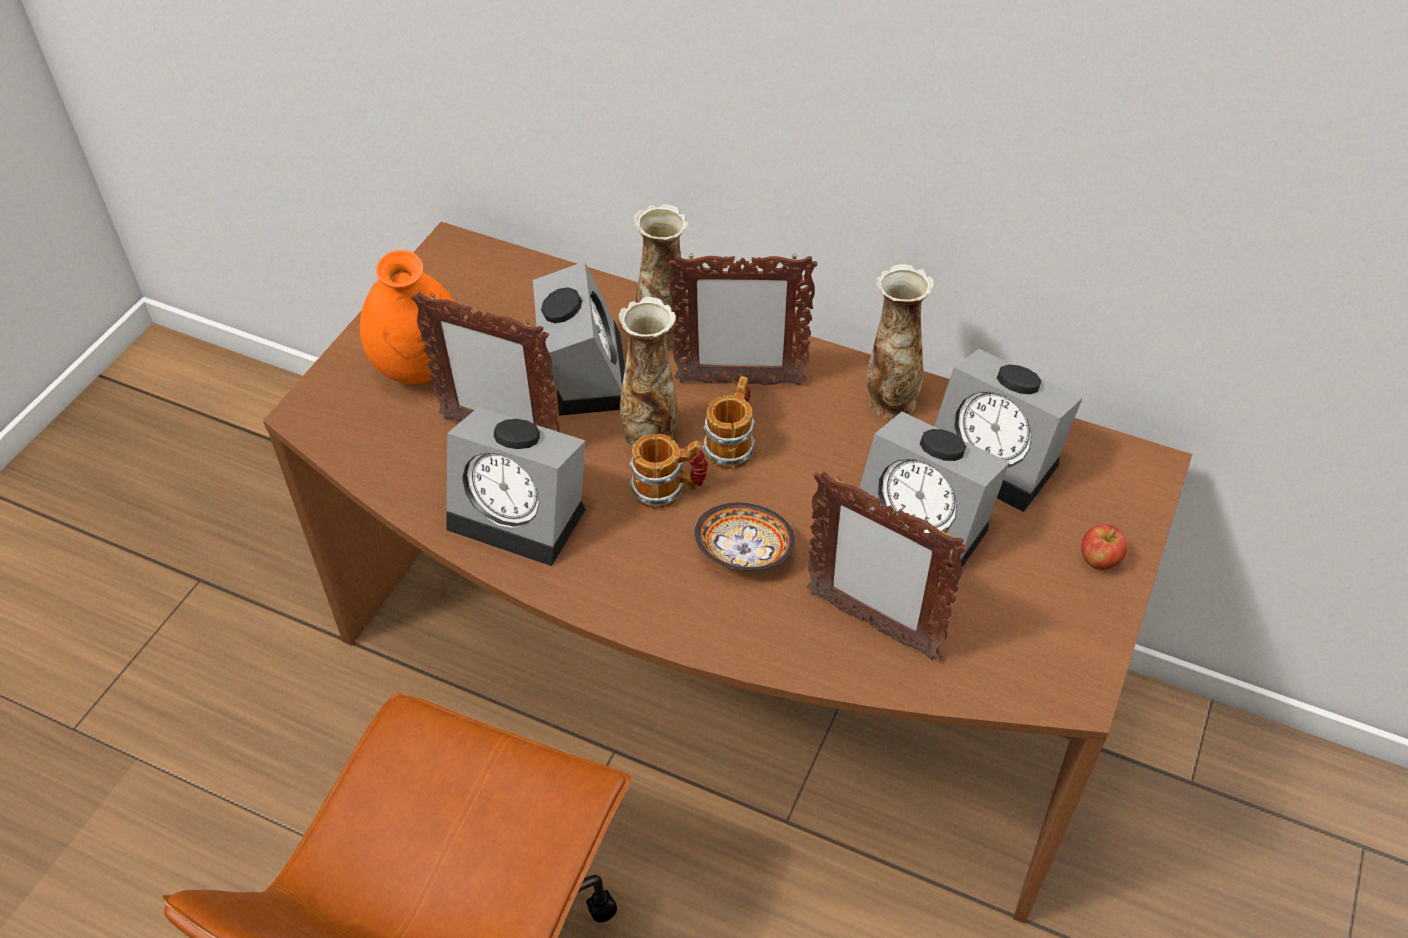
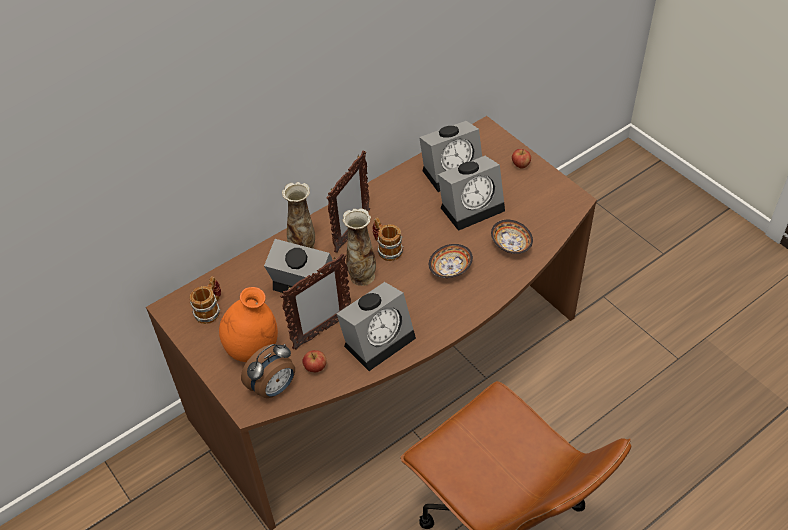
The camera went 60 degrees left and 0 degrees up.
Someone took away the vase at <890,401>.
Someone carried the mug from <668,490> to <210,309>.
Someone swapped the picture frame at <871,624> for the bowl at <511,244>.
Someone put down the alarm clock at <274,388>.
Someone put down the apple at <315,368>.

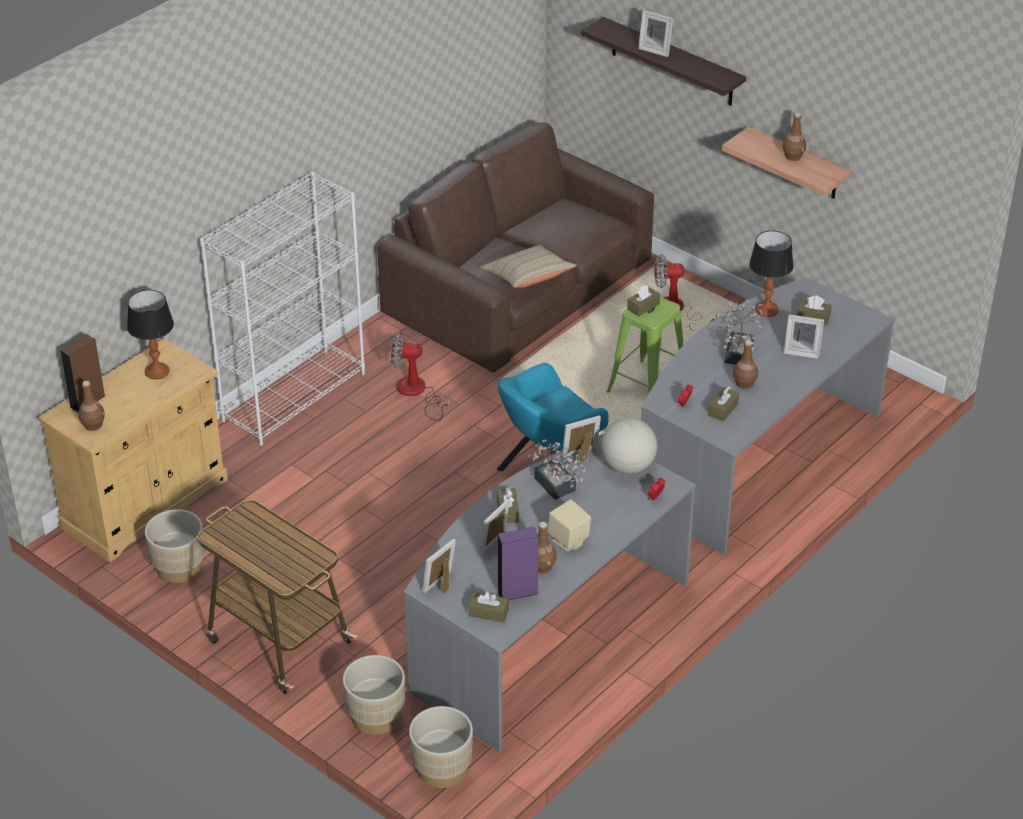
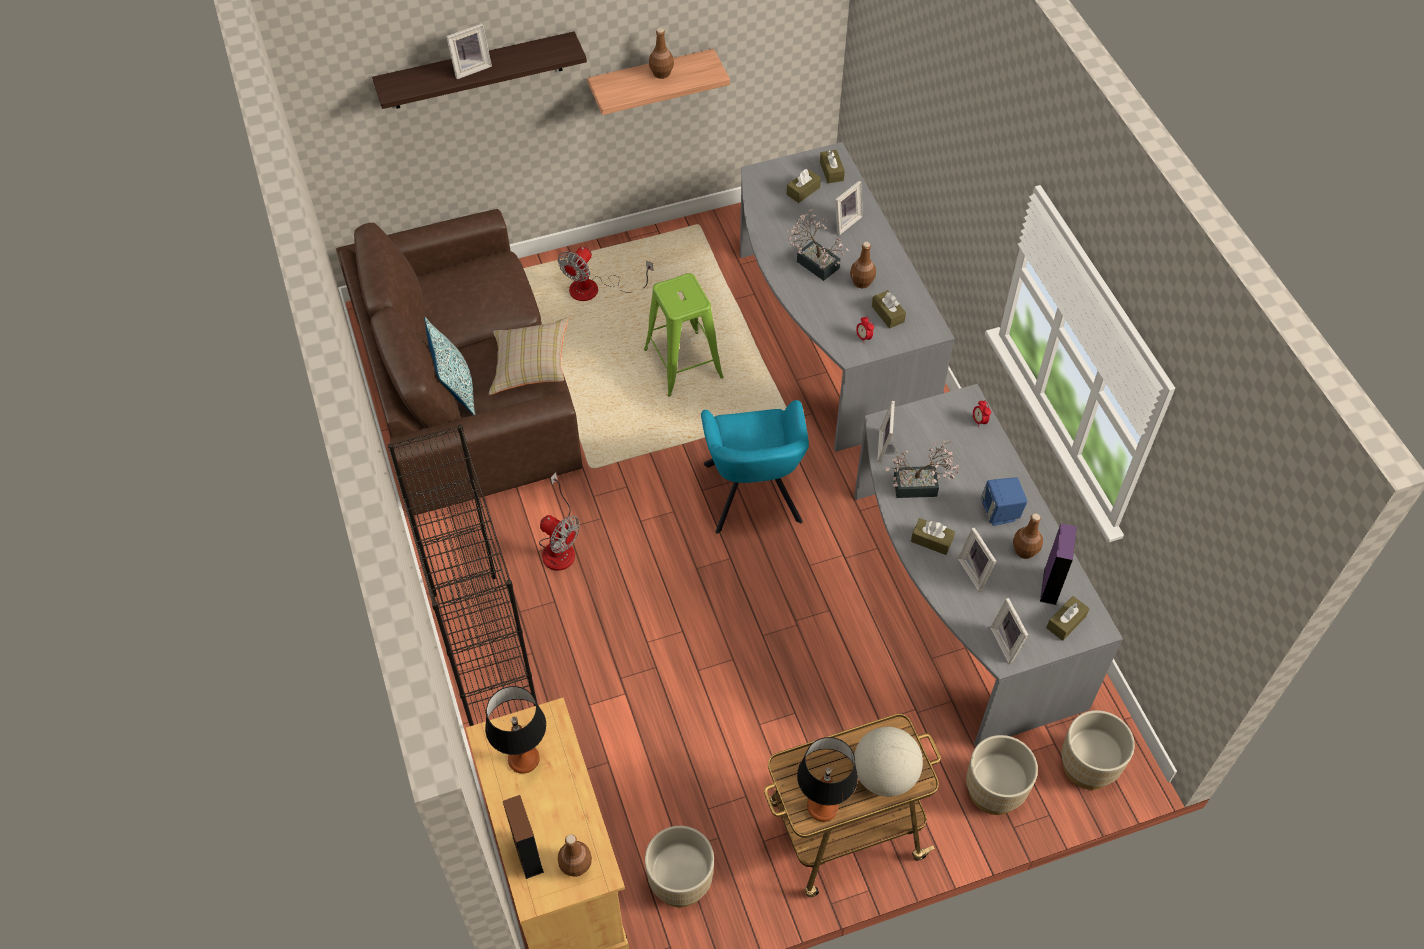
The camera went 60 degrees left and 15 degrees up.
Someone repainted the white bookcase at <294,396>, which became the black bookcase at <484,654>.
Someone carried the table lamp from <766,310> to <822,807>.
Someone carried the brown tissue box from <643,307> to <831,171>.
Someone rotated the fan at <416,393> by 90 degrees counterclockwise.
Someone carried the globe from <627,466> to <884,775>.
Someone repainted the beige speaker at <569,540>, which became the blue speaker at <1000,513>.
Someone put down the pillow at <456,389>.

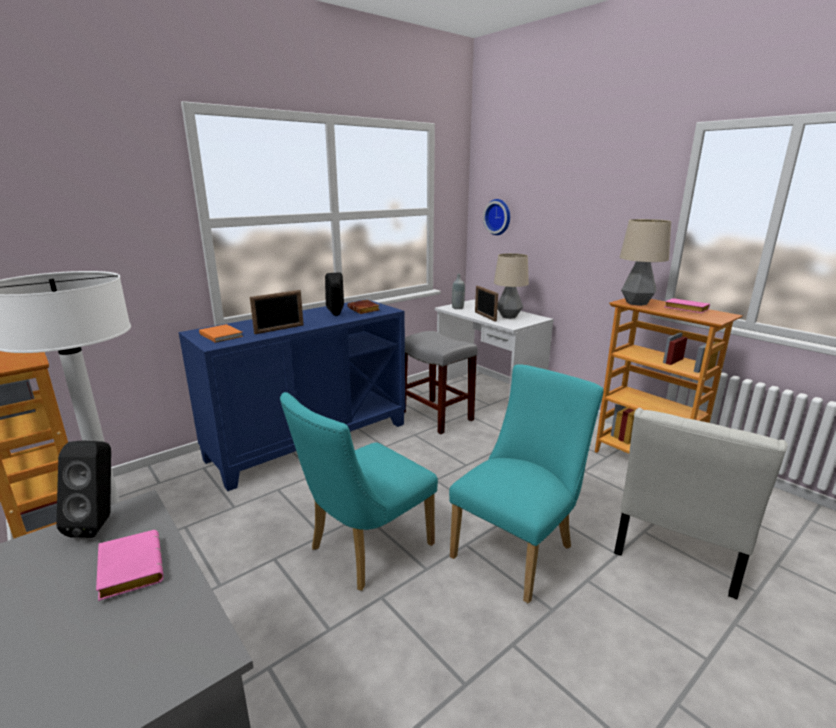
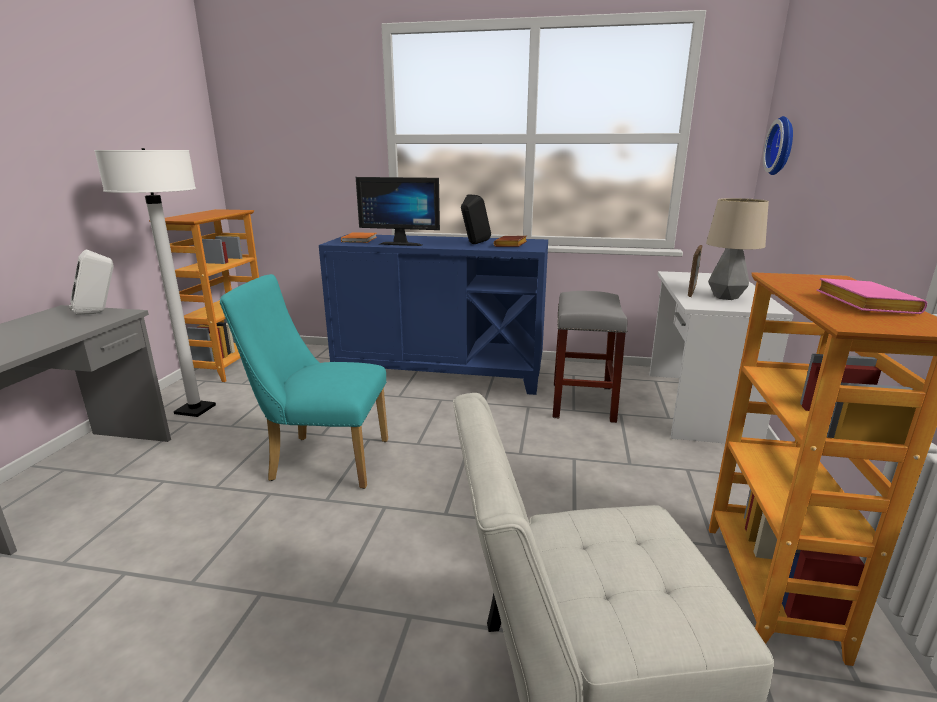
The camera went 50 degrees right and 0 degrees up.
Someone took away the table lamp at <636,303>.
Someone took away the grey bottle at <457,308>.
Someone swapped the picture frame at <279,329> for the monitor at <402,243>.
Someone took away the turquoise chair at <518,548>.
Someone repainted the black speaker at <100,523>, which became the white speaker at <98,312>.
Someone took away the pink book at <128,568>.

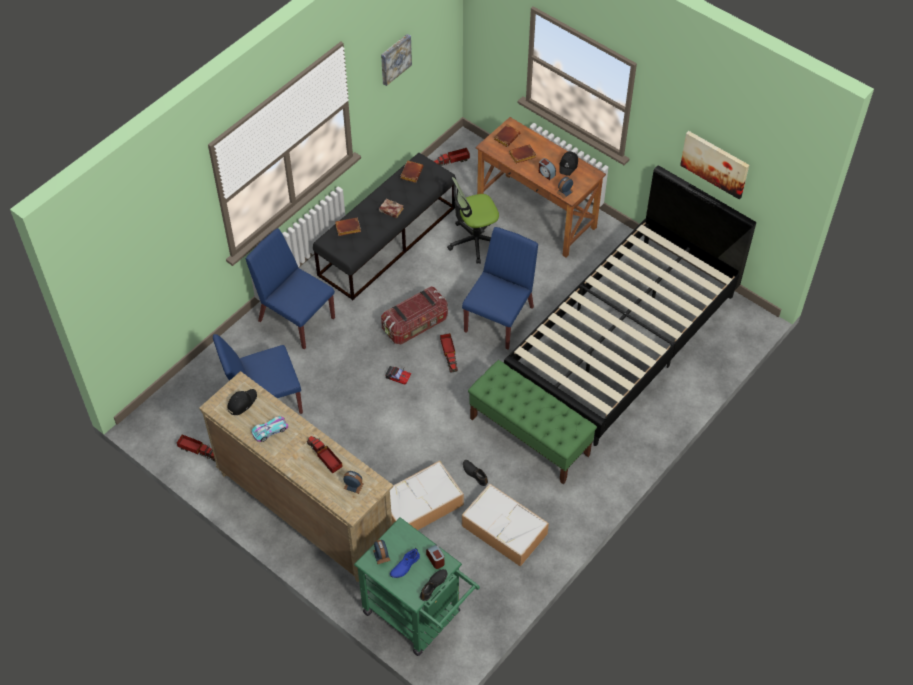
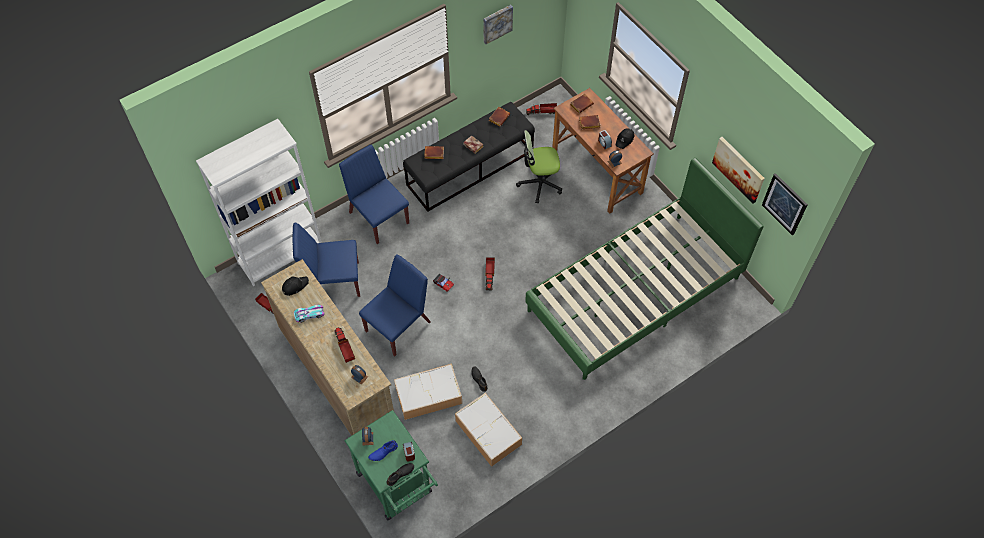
The camera went 15 degrees right and 5 degrees up.
Someone repainted the black bed at <622,339>, which became the green bed at <634,293>.
Someone carried the blue chair from <499,318> to <398,326>.
Someone took away the storage box at <416,325>.
Someone took away the green bench at <530,437>.
Someone put down the white bookcase at <280,255>.
Someone put up the picture at <784,204>.

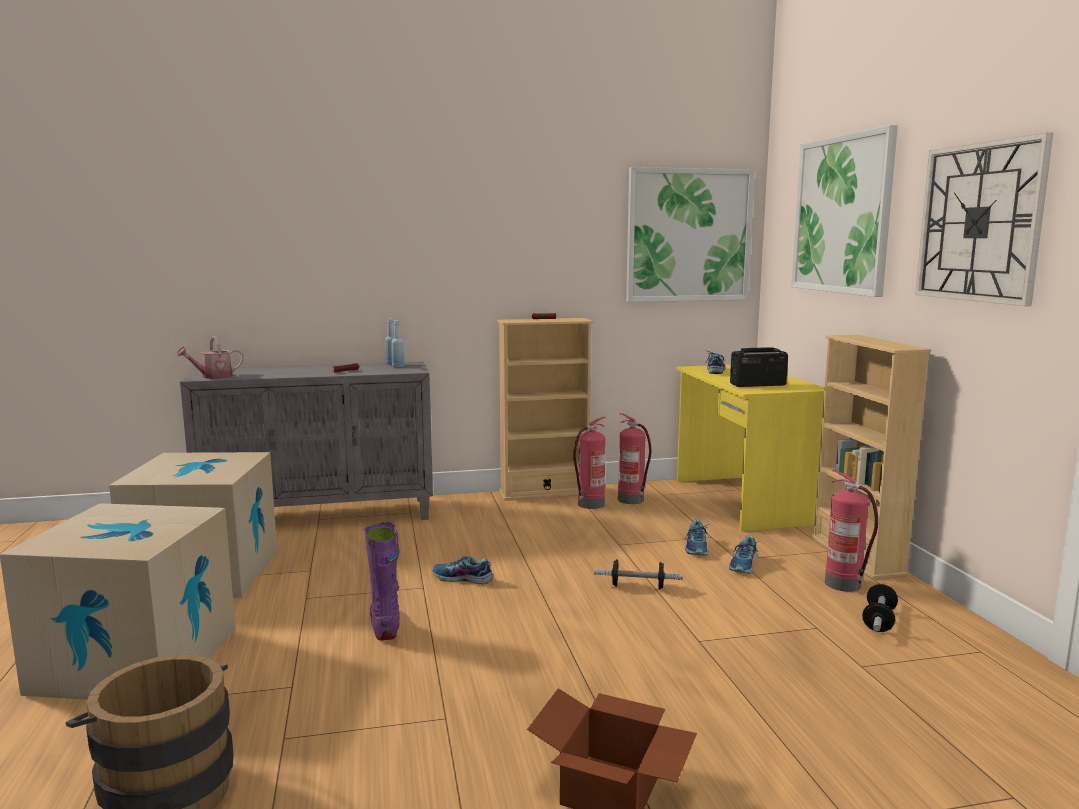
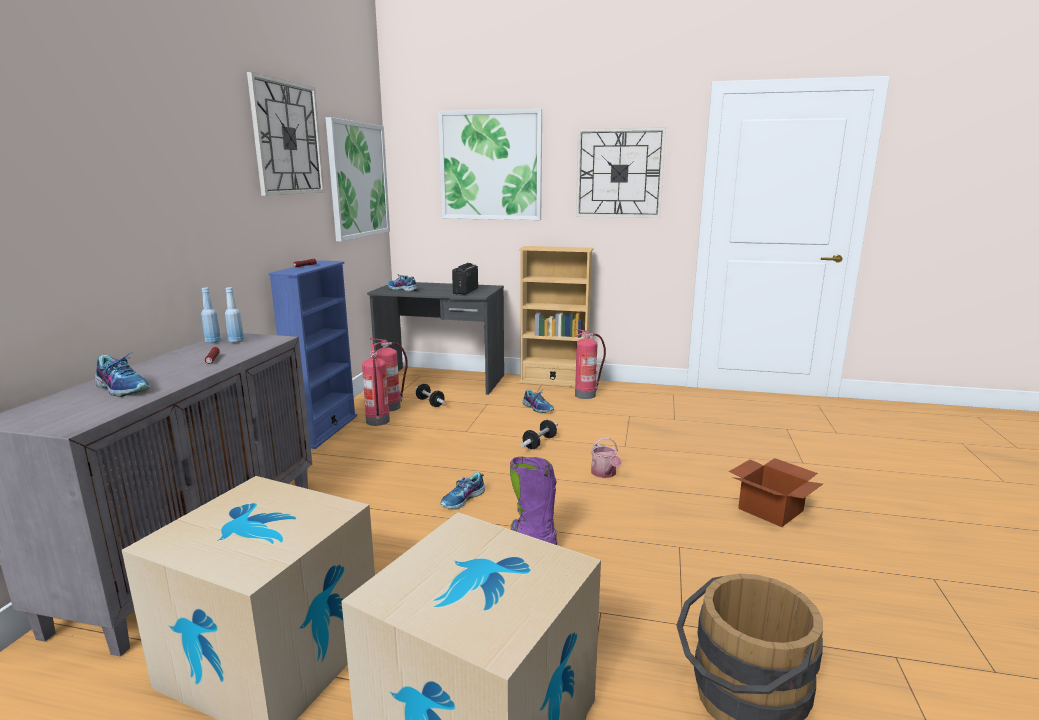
The camera went 65 degrees left and 5 degrees up.
Someone repainted the beige bookcase at <544,493>, which became the blue bookcase at <324,430>.
Someone carried the watering can from <213,377> to <605,474>.
Someone repainted the yellow desk at <741,501>, which became the grey desk at <441,381>.
Someone carried the shoe from <697,547> to <123,388>.
Someone carried the dumbbell from <879,621> to <430,403>.
Someone put up the wall clock at <287,138>.

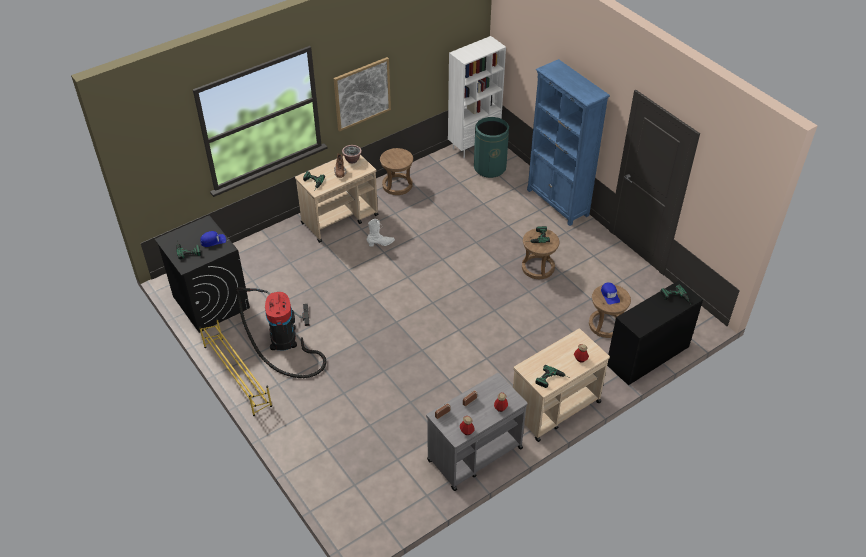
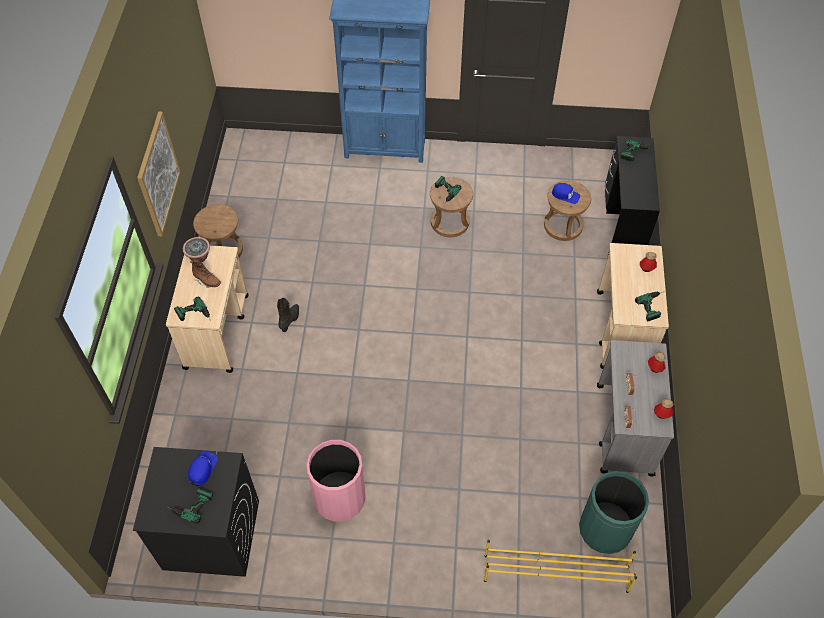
The camera went 50 degrees left and 10 degrees up.
Someone took away the white bookcase at <473,145>.
Someone carried the green trash can from <490,167> to <605,529>.
Someone repainted the white boot at <381,243>, which became the black boot at <290,320>.
Someone swapped the vacuum cleaner at <284,341> for the pink trash can at <339,498>.
Someone carried the yellow shoe rack from <237,375> to <555,573>.

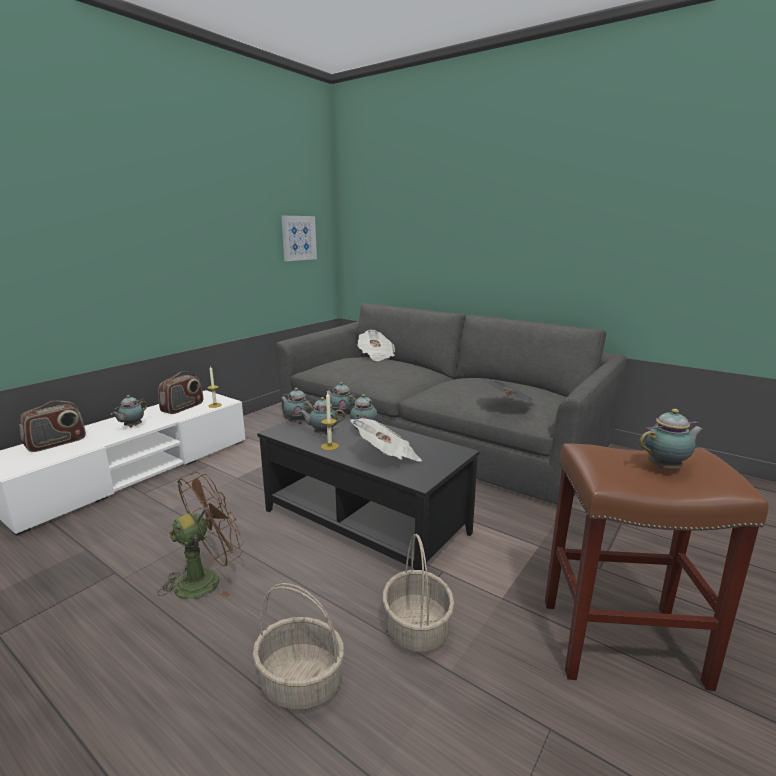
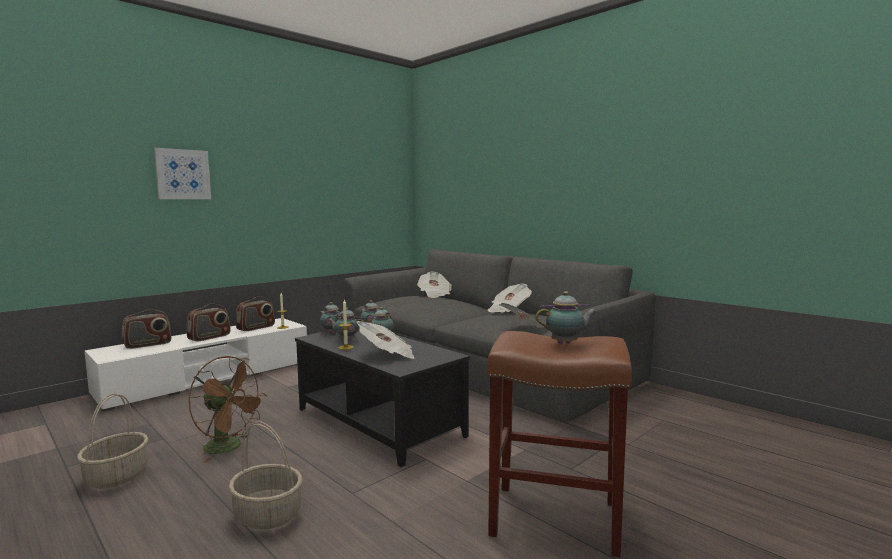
The camera went 10 degrees right and 10 degrees down.
Someone carried the picture from <298,238> to <183,174>.
Someone swapped the teapot at <132,426> for the radio at <209,337>.
Someone rotated the brown fan at <206,579> by 60 degrees clockwise.
Someone carried the basket from <416,628> to <117,476>.
Someone put down the newspaper at <508,310>.

